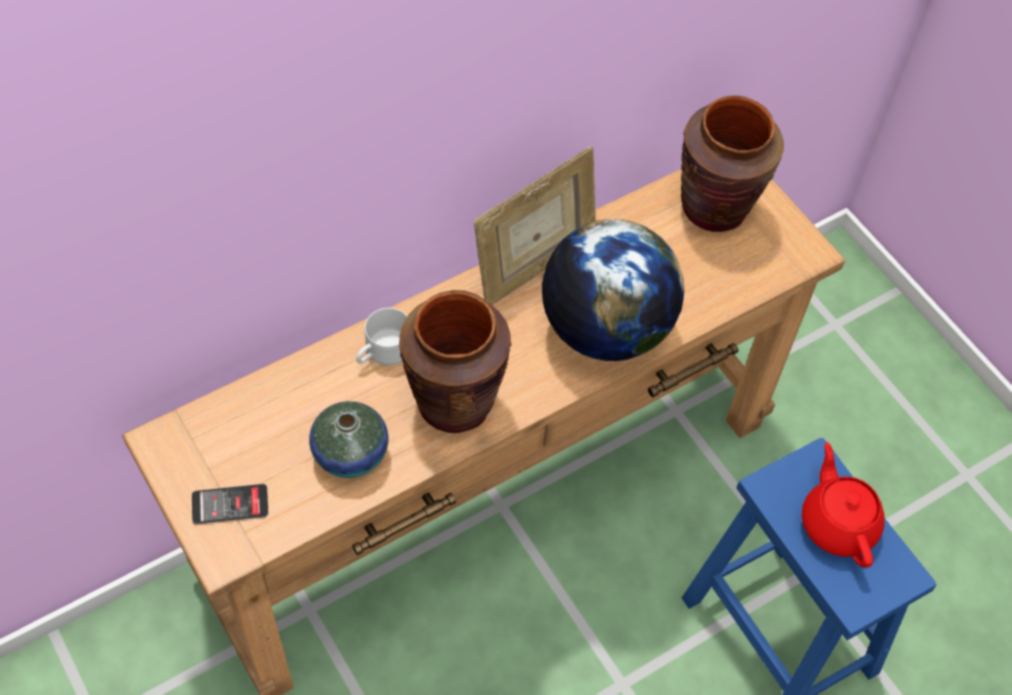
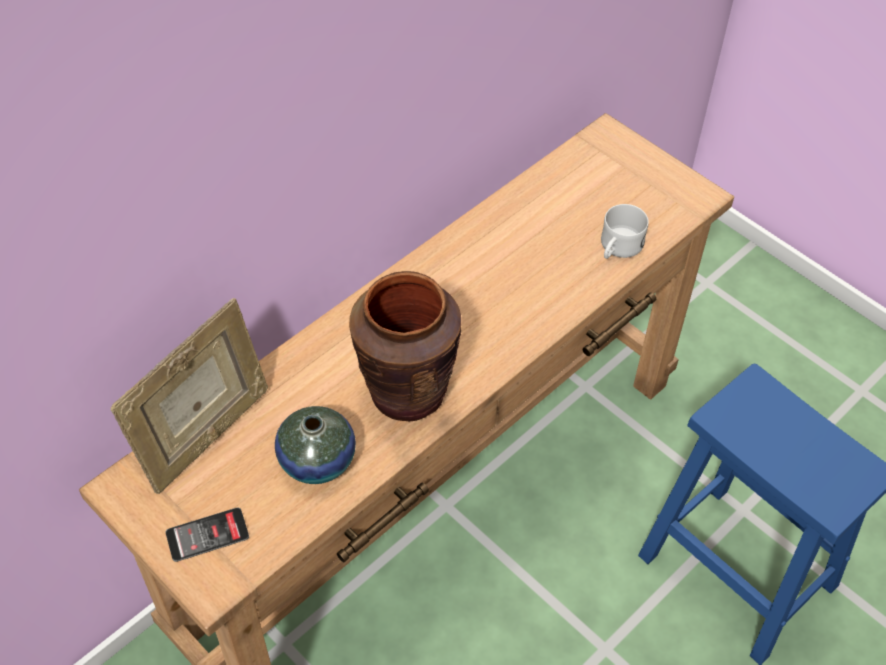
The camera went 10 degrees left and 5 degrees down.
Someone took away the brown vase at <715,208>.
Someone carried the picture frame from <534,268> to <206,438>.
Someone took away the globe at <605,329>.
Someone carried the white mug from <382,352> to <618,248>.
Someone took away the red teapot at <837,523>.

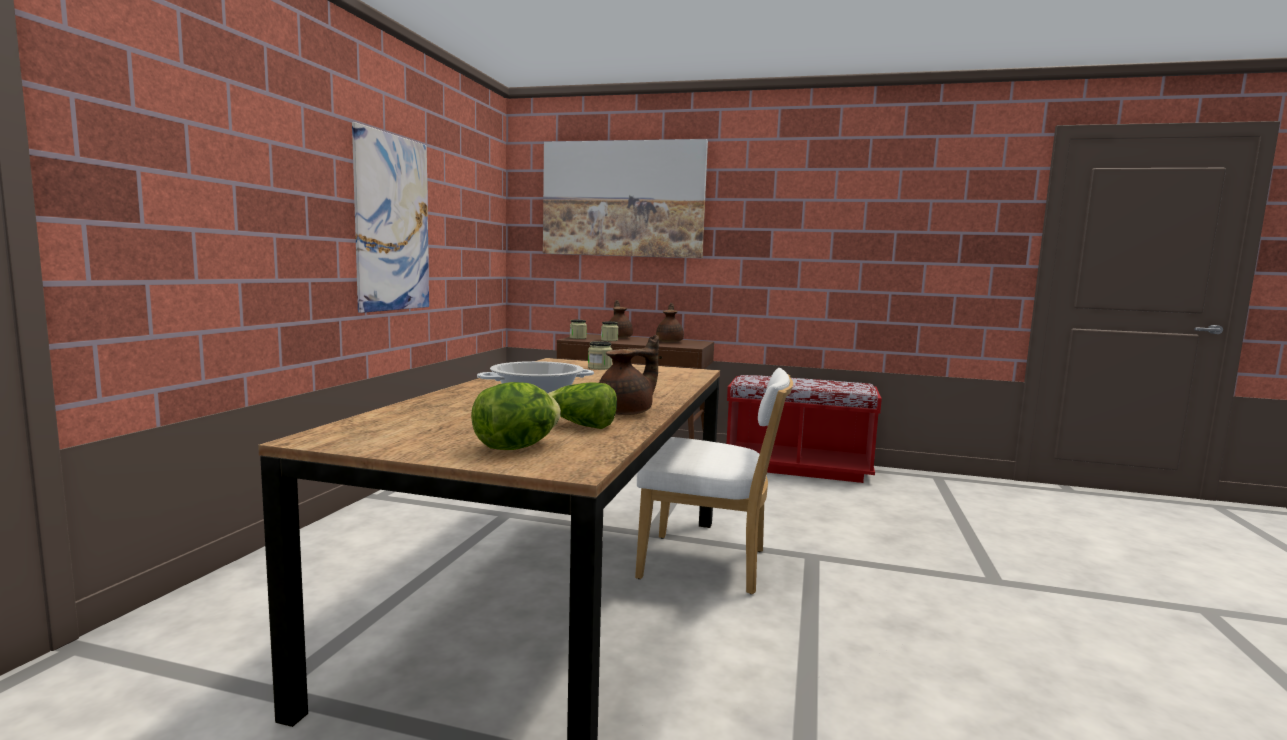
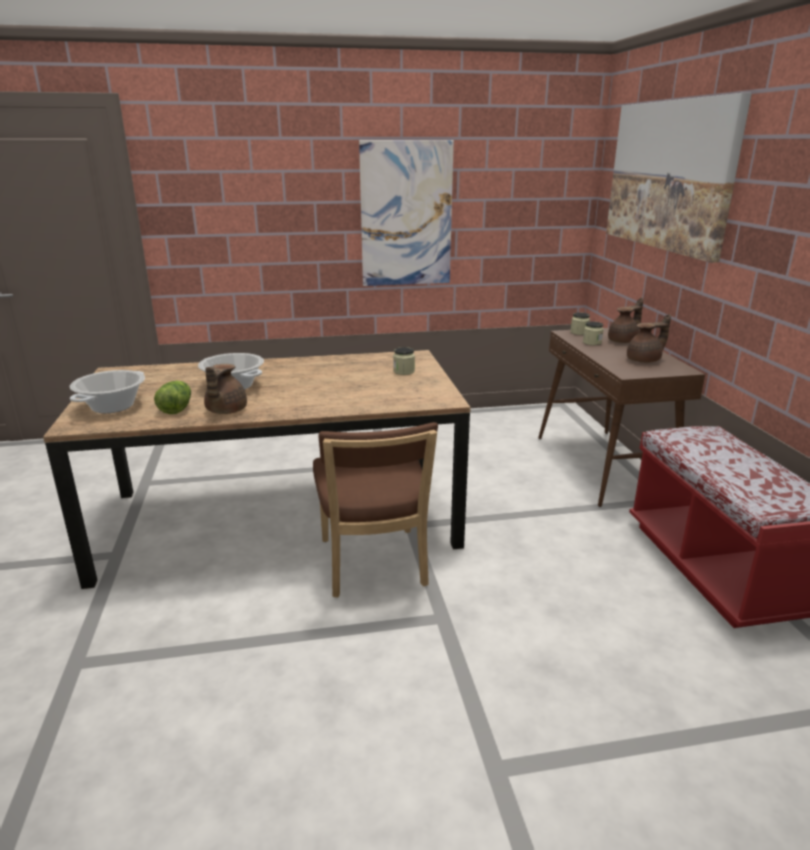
The camera went 65 degrees right and 15 degrees up.
Someone rotated the brown teapot at <626,413> by 75 degrees clockwise.
Someone repainted the white chair at <710,565>, which became the brown chair at <374,566>.
Someone swapped the lettuce at <516,447> for the cooking pot at <112,406>.

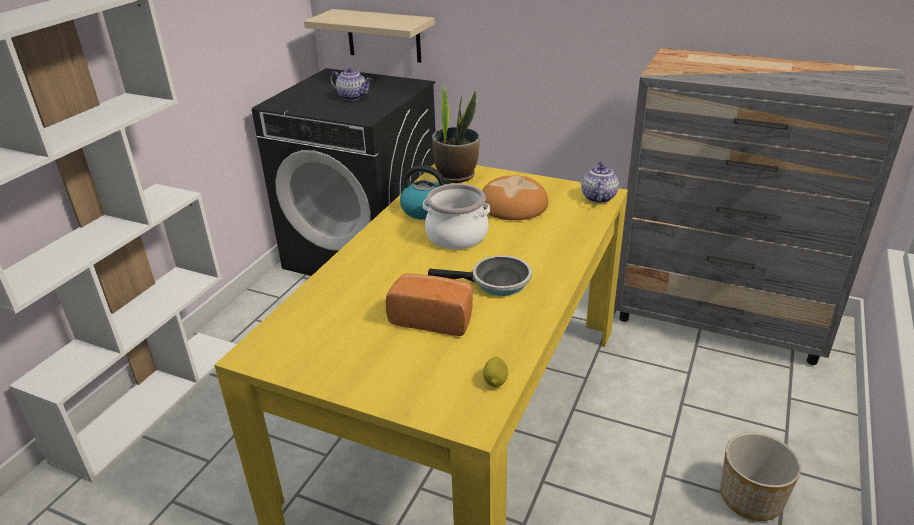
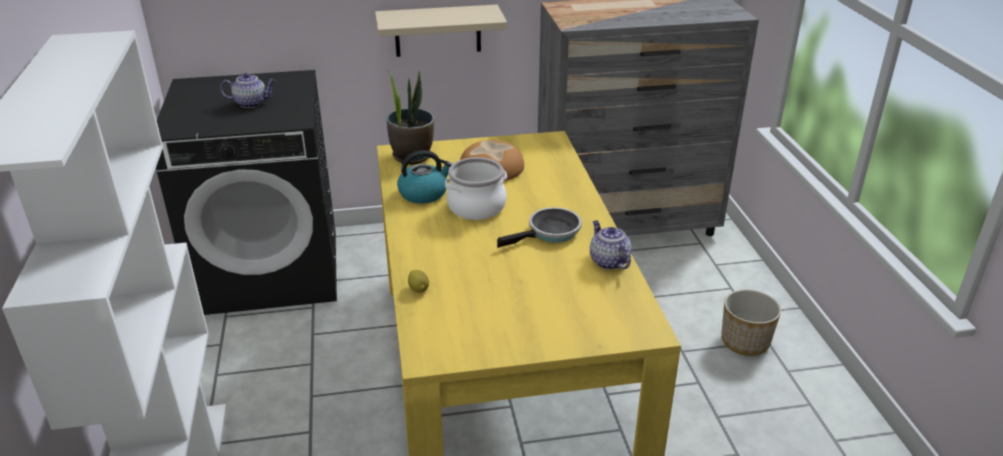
The camera went 35 degrees left and 0 degrees up.
Someone carried the beige shelf from <383,36> to <437,30>.
Someone carried the teapot from <598,197> to <608,261>.
Someone took away the bread at <433,318>.
Someone carried the lemon from <495,381> to <419,289>.

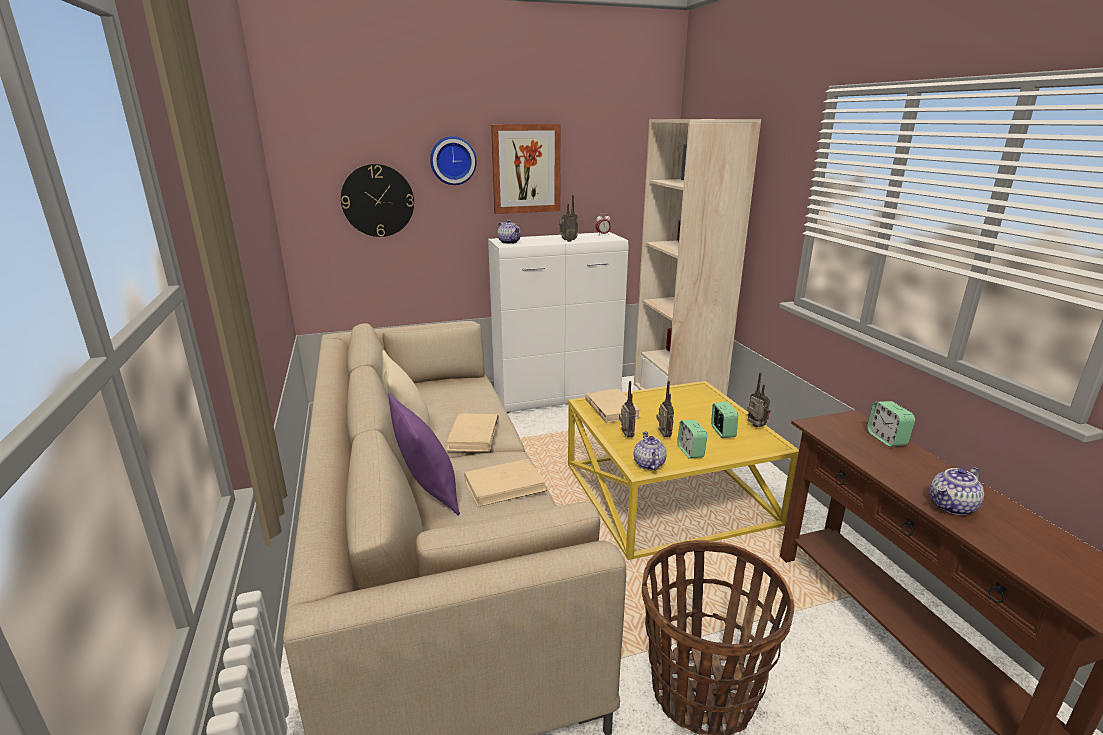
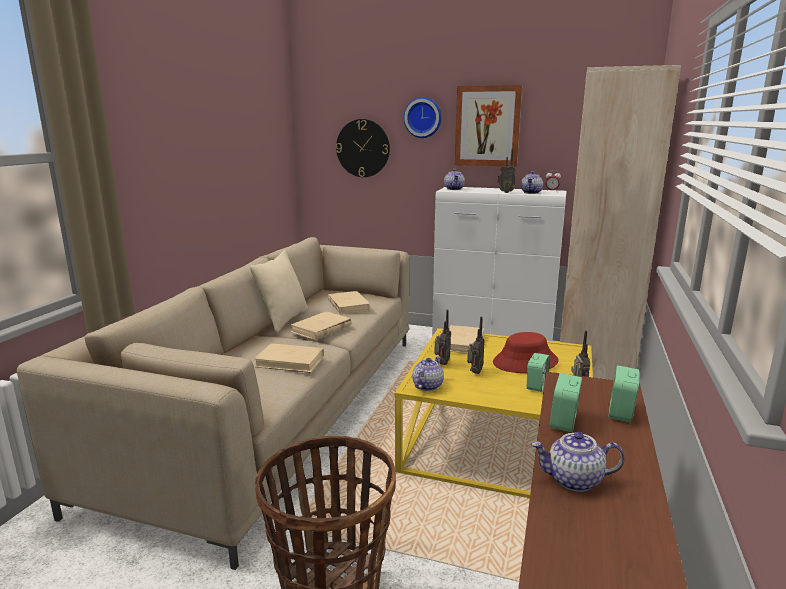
The camera went 35 degrees right and 5 degrees down.
Someone took away the purple pillow at <428,492>.
Someone carried the alarm clock from <690,452> to <563,421>.
Someone put down the teapot at <531,193>.
Someone put down the beige book at <348,305>.
Someone put down the red hat at <525,362>.

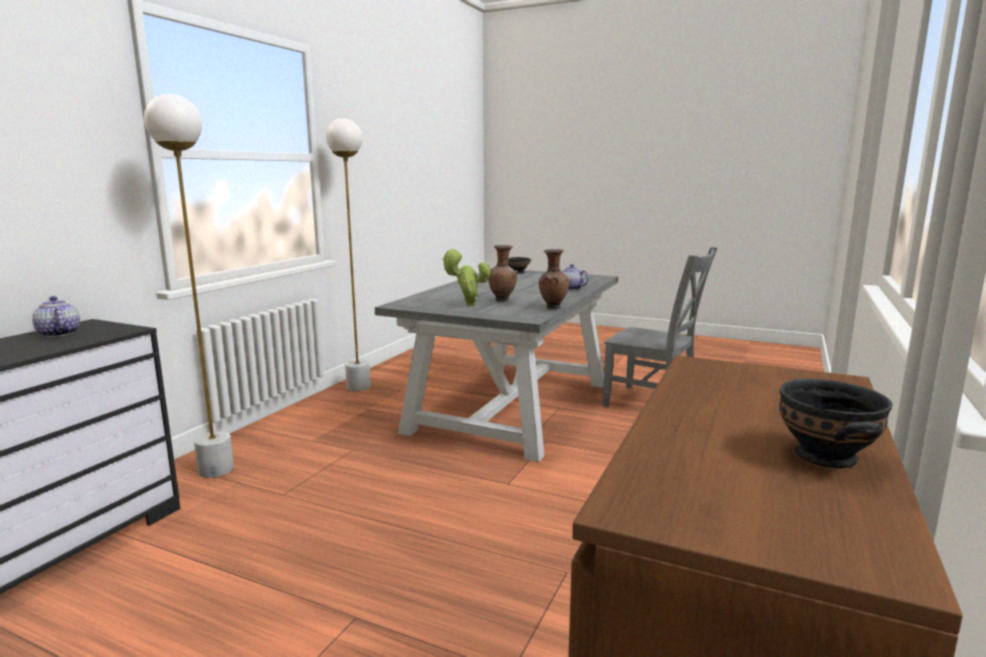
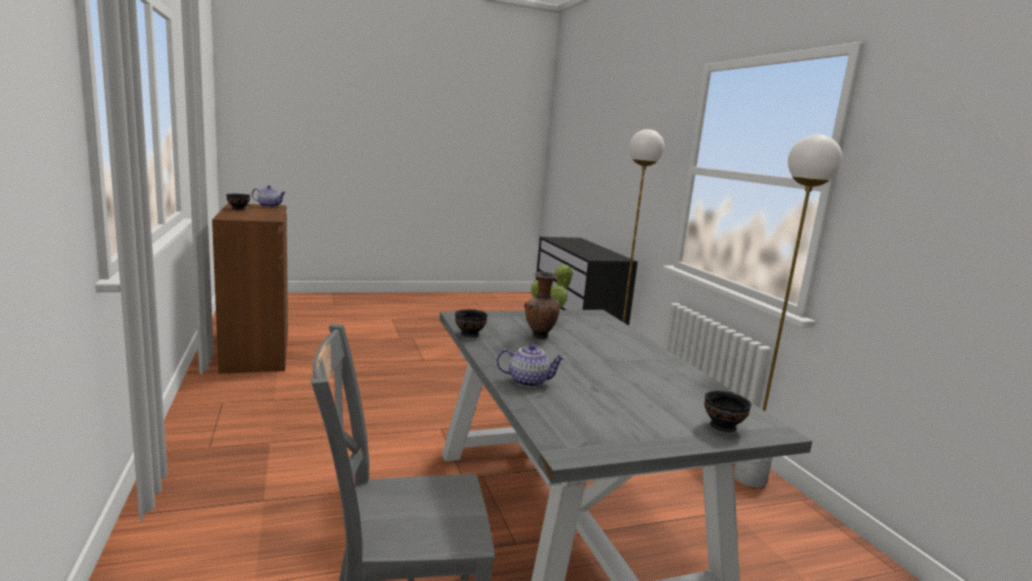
The camera went 135 degrees right and 0 degrees up.
Someone swapped the brown vase at <552,307> for the black bowl at <470,334>.
Someone carried the teapot from <57,334> to <269,206>.

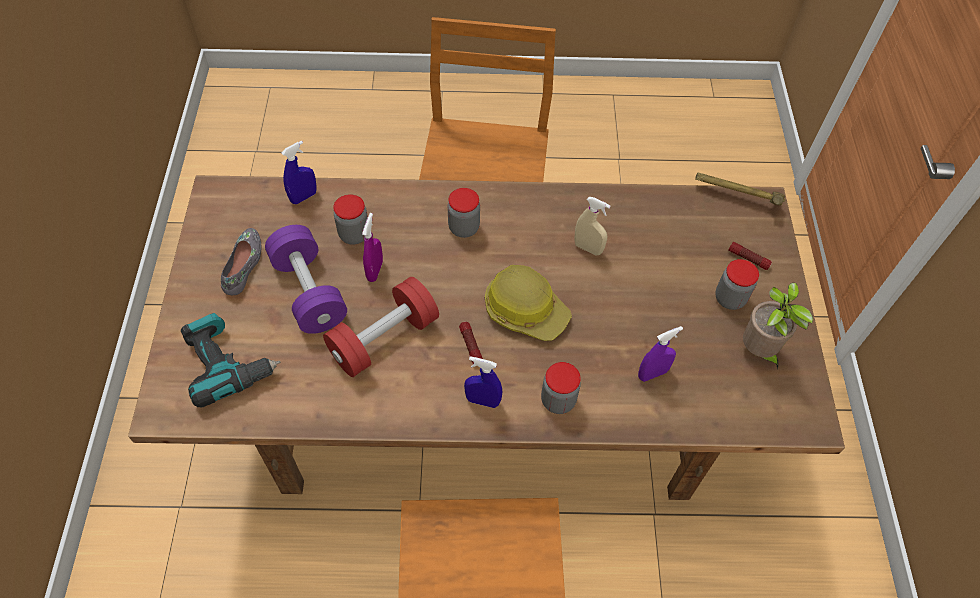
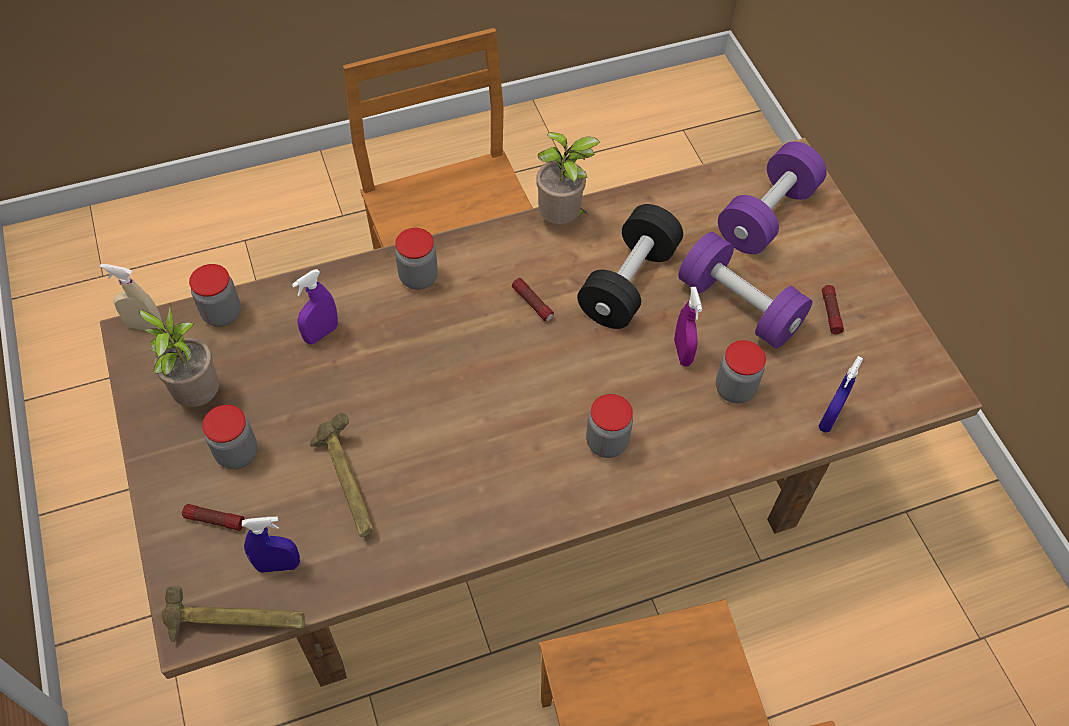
The camera went 160 degrees right and 0 degrees up.
Someone carried the beige spray bottle from <588,248> to <145,326>.
Someone swapped the grey shoe at <244,265> for the flashlight at <830,313>.
Someone took away the hard hat at <525,309>.
Someone repainted the red dumbbell at <384,339>, which became the black dumbbell at <628,283>.
Someone swapped the power drill at <228,363> for the purple dumbbell at <767,215>.
Someone carried the blue spray bottle from <482,401> to <278,565>.
Someone put down the potted plant at <562,220>.
Someone put down the jar at <222,313>.
Someone put down the hammer at <347,485>.

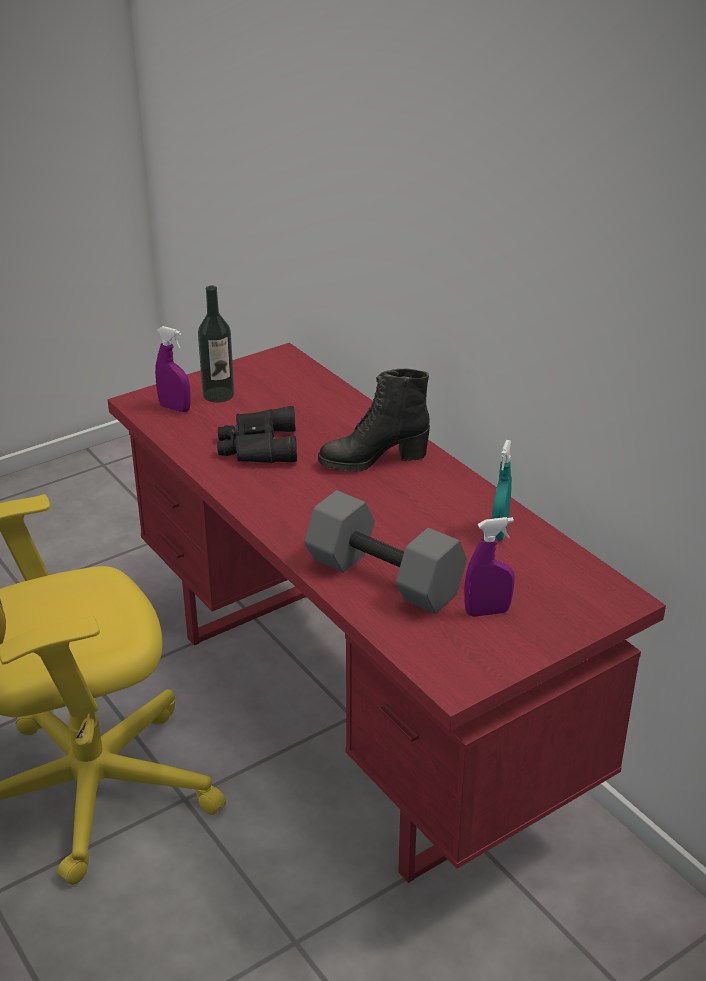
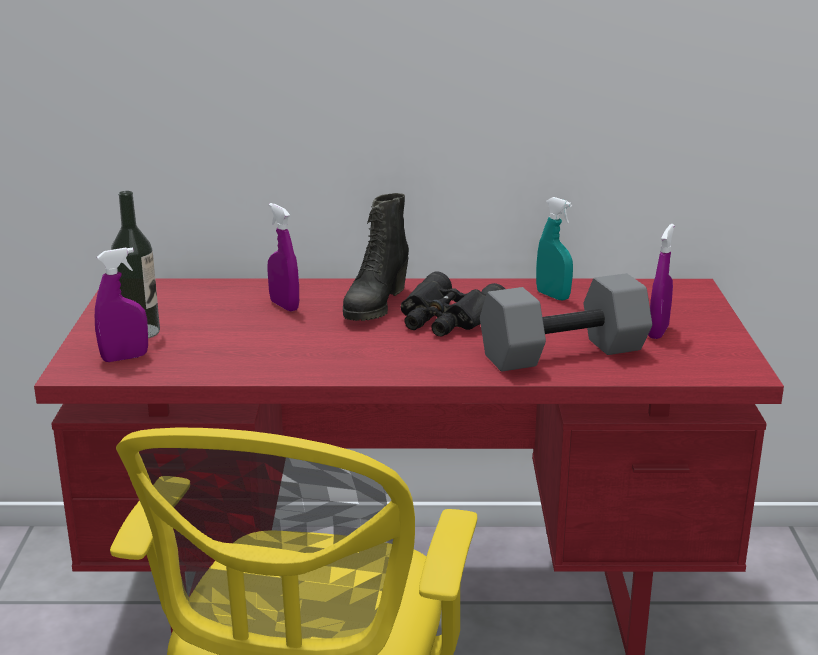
The camera went 55 degrees left and 10 degrees down.
Someone carried the black binoculars from <257,446> to <447,319>.
Someone put down the purple spray bottle at <284,306>.

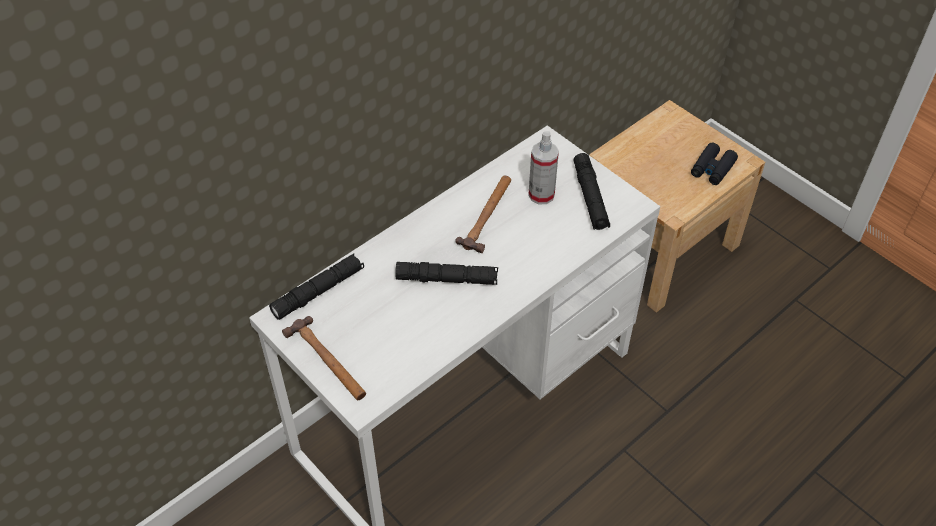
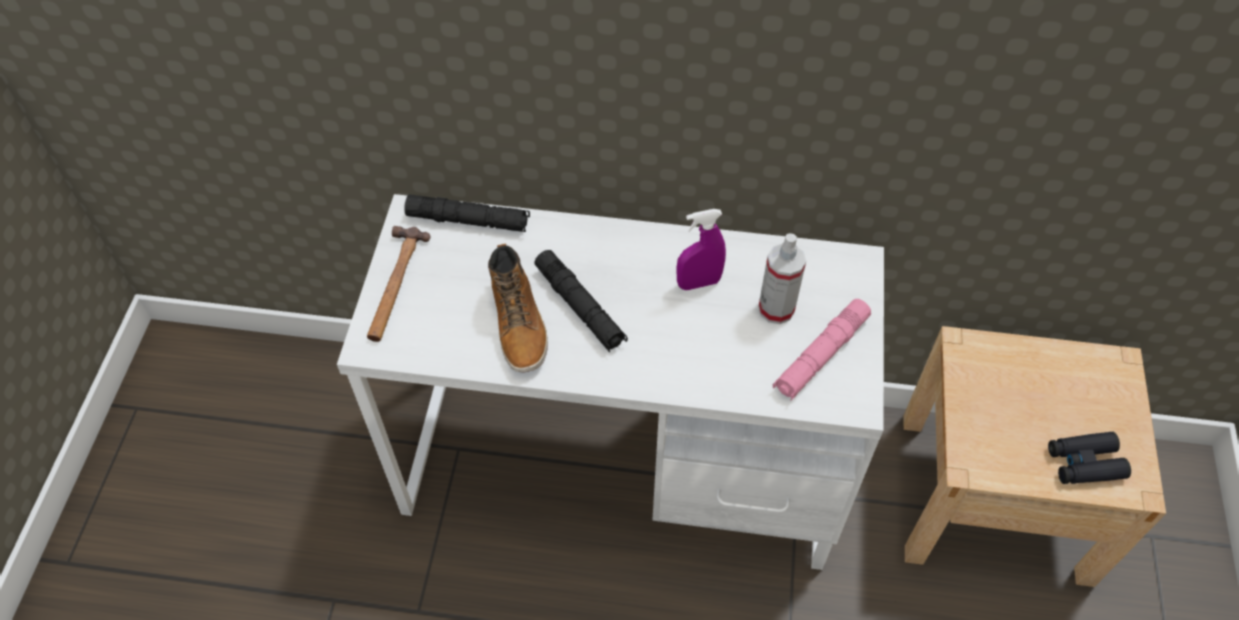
The camera went 50 degrees right and 5 degrees up.
Someone repainted the black flashlight at <590,198>, which became the pink flashlight at <821,355>.
Someone swapped the hammer at <488,215> for the purple spray bottle at <698,283>.
Someone put down the boot at <519,324>.

